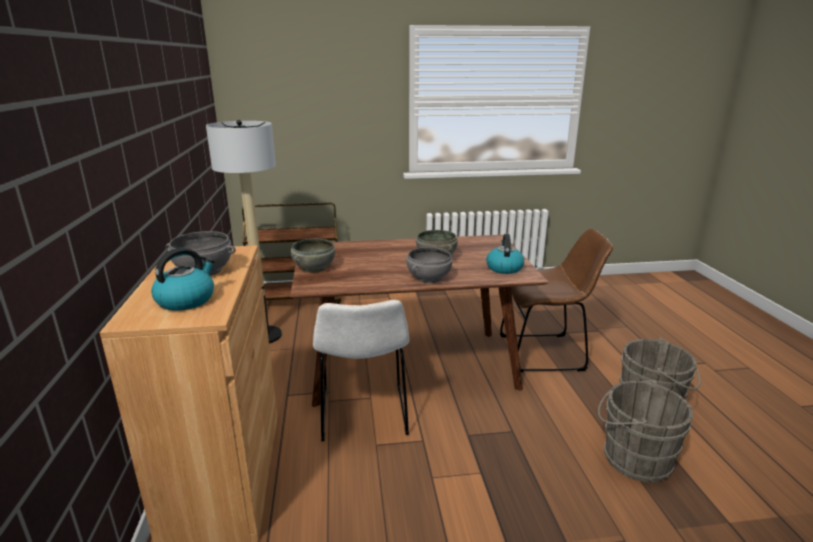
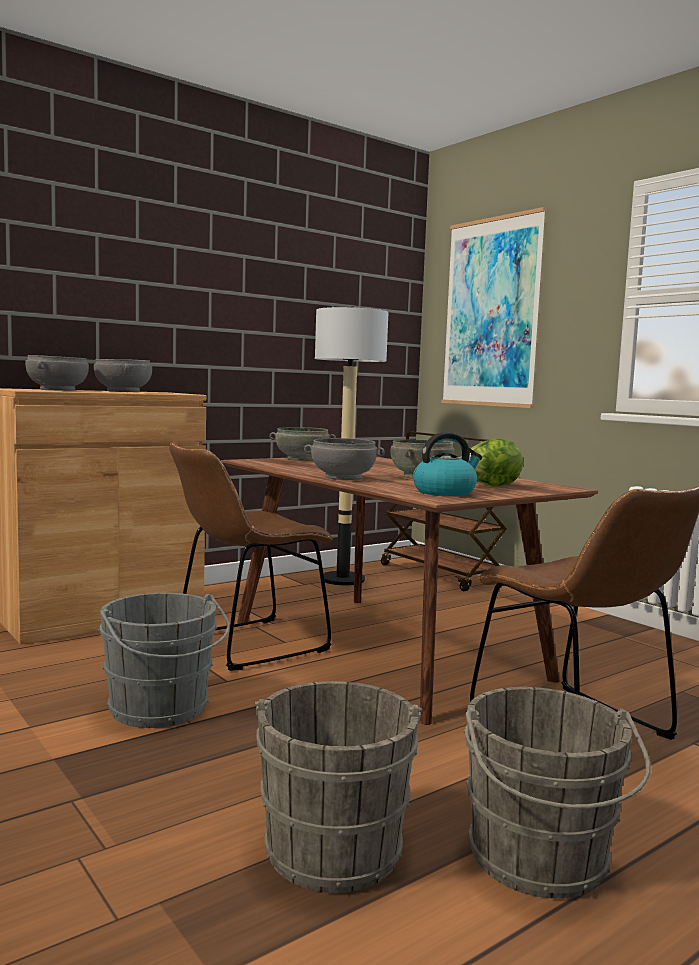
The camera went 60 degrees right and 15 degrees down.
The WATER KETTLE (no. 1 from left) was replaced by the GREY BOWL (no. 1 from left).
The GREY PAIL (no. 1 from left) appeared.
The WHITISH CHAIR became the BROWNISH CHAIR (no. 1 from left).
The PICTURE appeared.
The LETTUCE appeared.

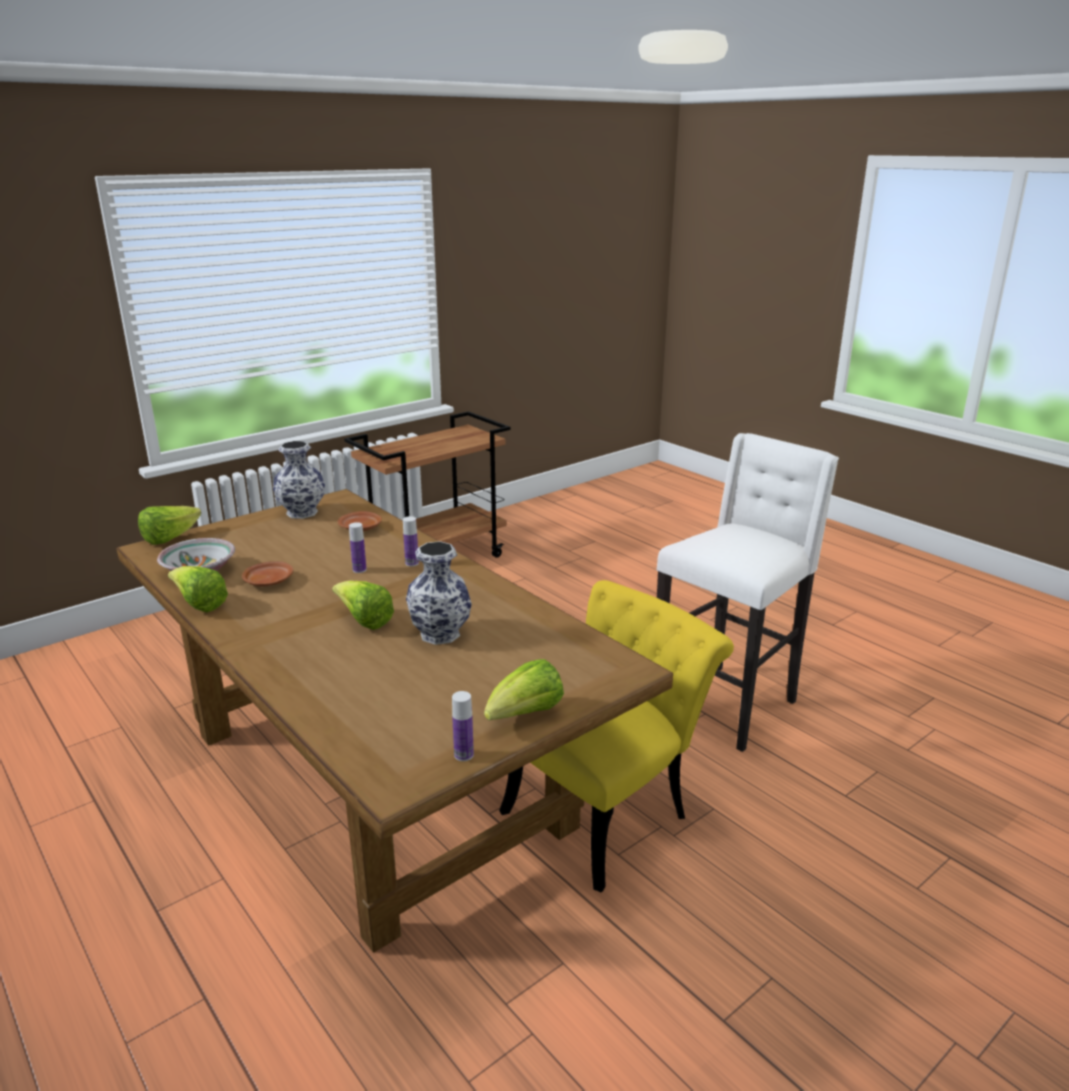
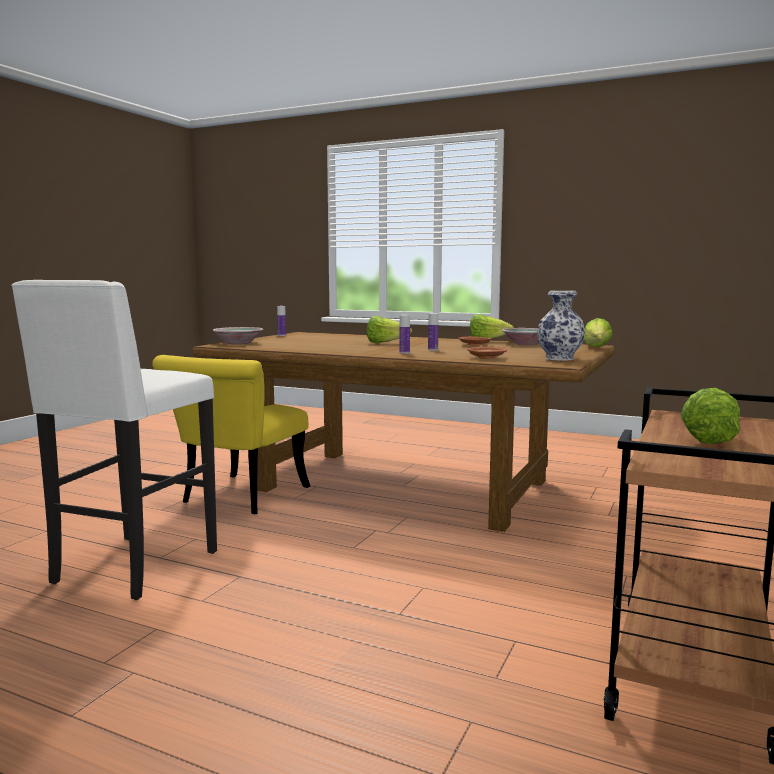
The camera went 155 degrees right and 15 degrees down.
The BOWL (no. 1 from left) appeared.
The LETTUCE (no. 4 from left) moved.
The FLOWER VASE (no. 2 from left) disappeared.

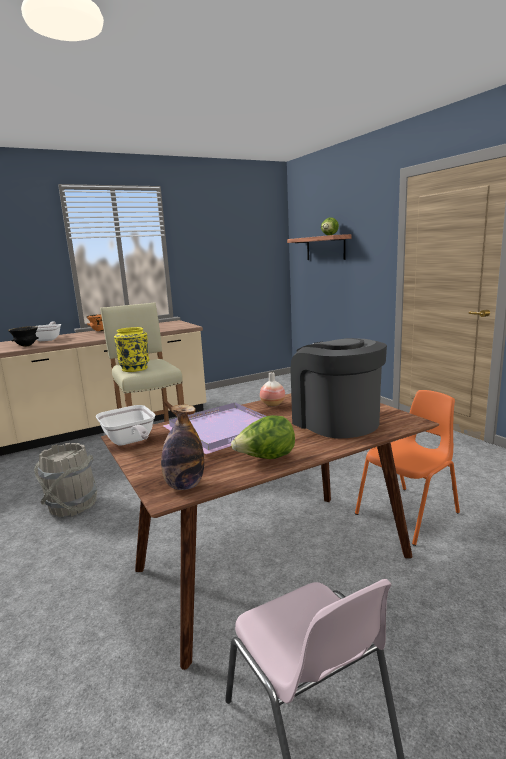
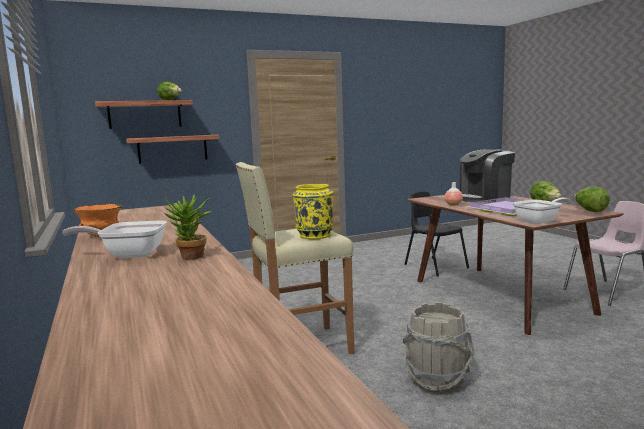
The camera went 85 degrees left and 5 degrees down.
The WALL SHELF (no. 2 from left) appeared.
The BLACK-COLOURED BOWL was replaced by the HOUSEPLANT.
The ORANGE CHAIR became the BLACK-COLOURED CHAIR.
The DRINK BOTTLE was replaced by the LETTUCE (no. 3 from left).

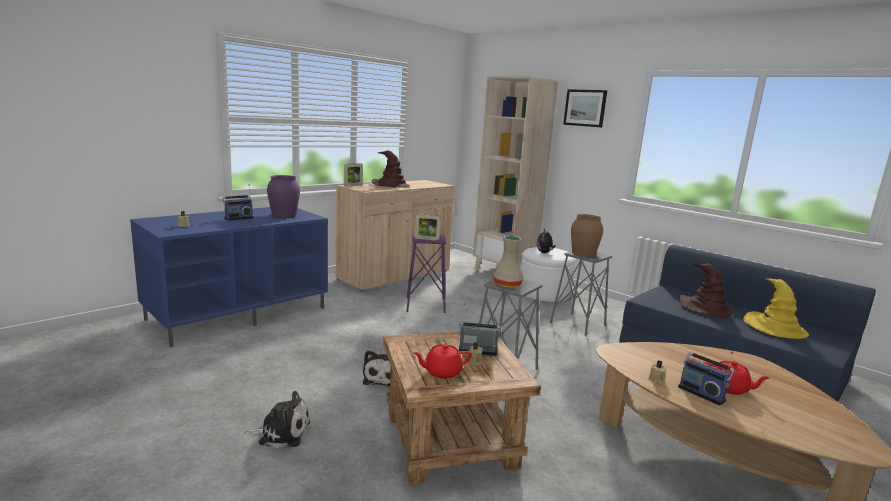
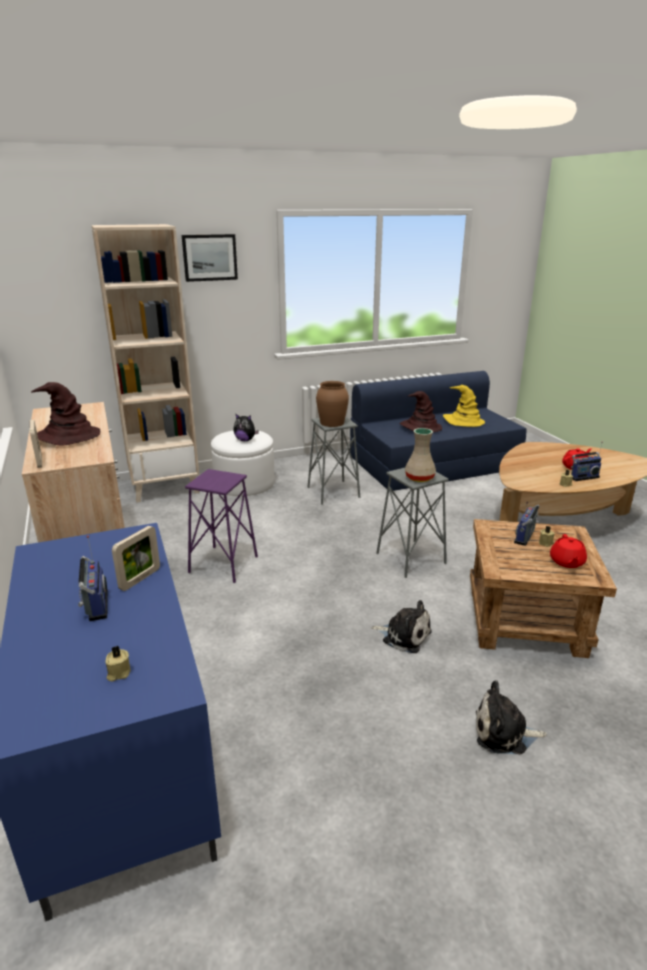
The camera went 65 degrees left and 10 degrees up.
The STANDING FRAME (no. 2 from left) moved.
The SOFT TOY (no. 1 from left in the first image) turned 105 degrees counterclockwise.
The PURPLE-COLOURED FLOWER VASE disappeared.

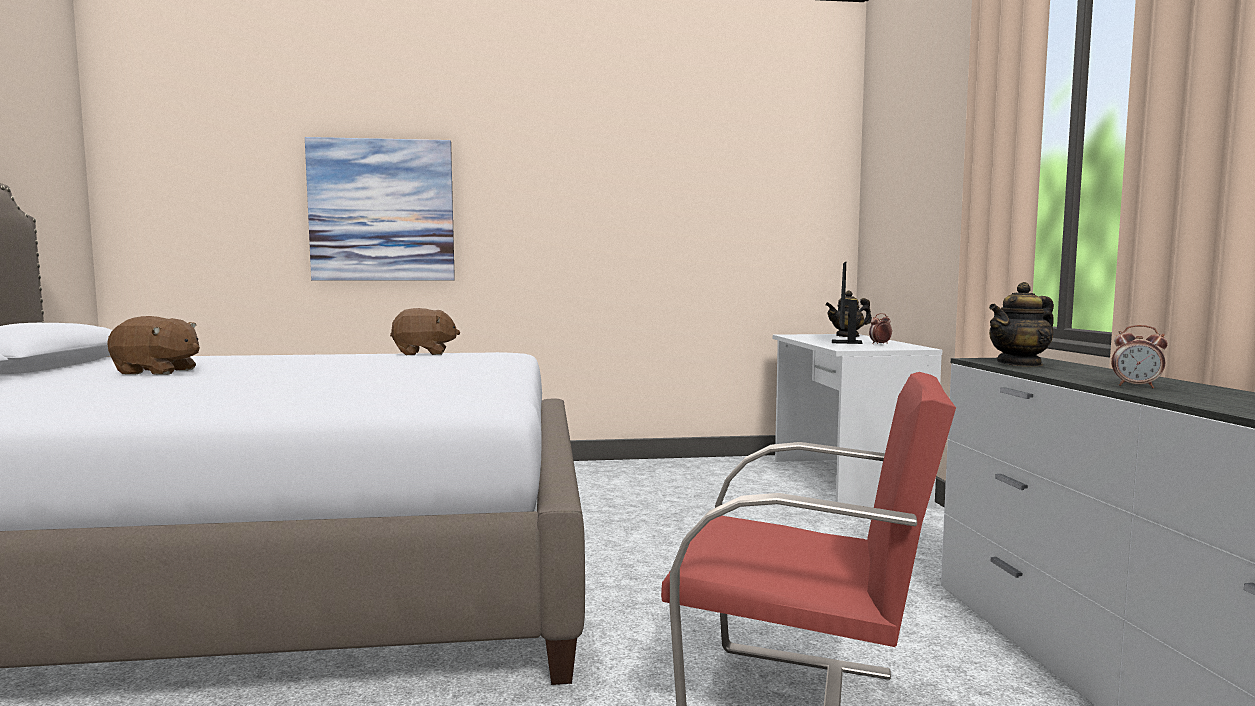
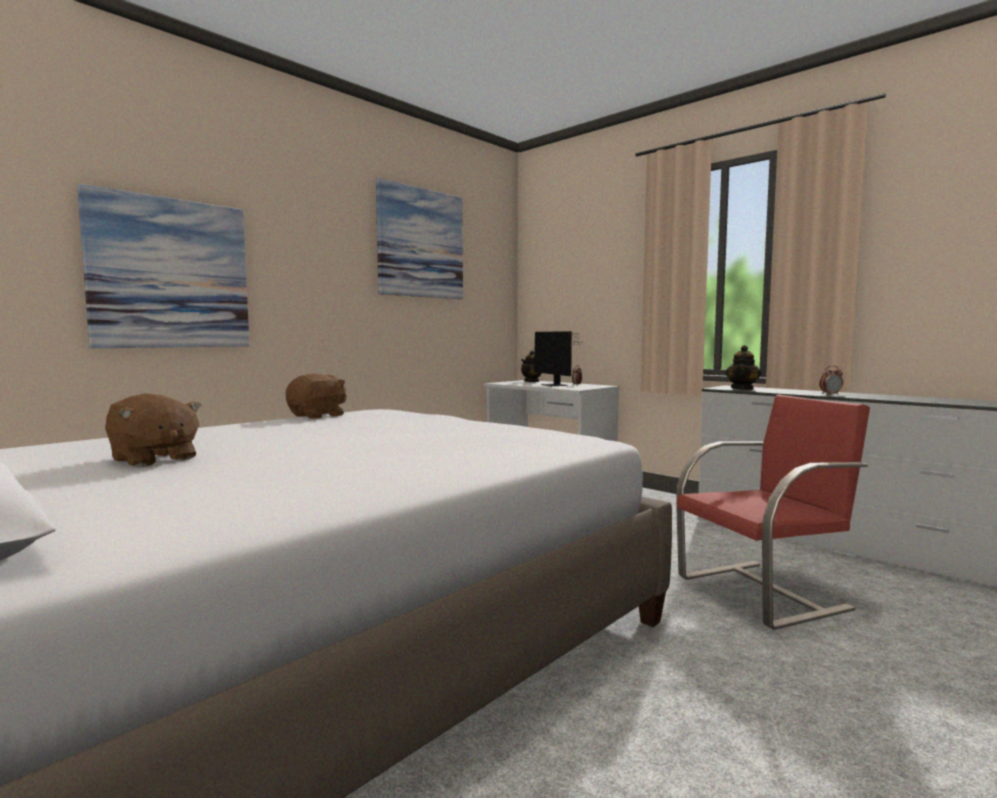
The camera went 40 degrees left and 0 degrees up.
The BROWNISH SOFT TOY (no. 1 from left) turned 75 degrees clockwise.
The PICTURE (no. 2 from left) appeared.

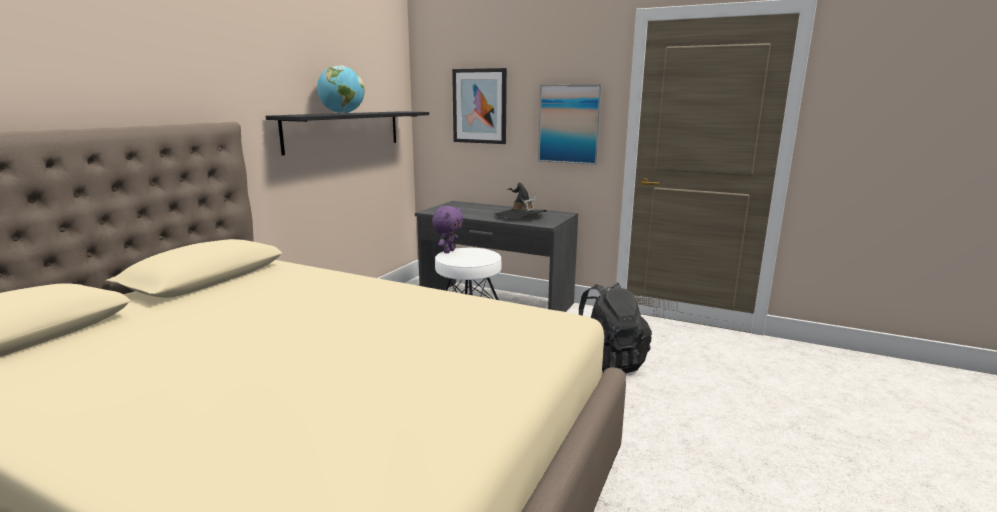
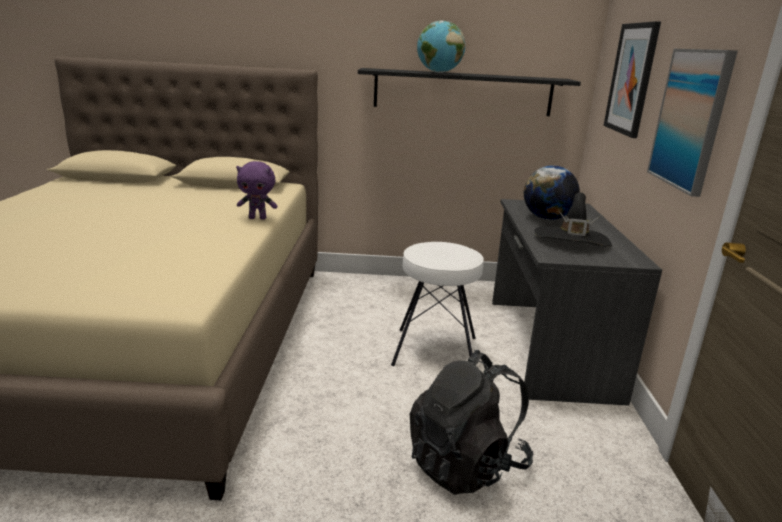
The camera went 65 degrees right and 5 degrees up.
The PURPLE-COLOURED SOFT TOY moved.
The GLOBE (no. 2 from left) appeared.

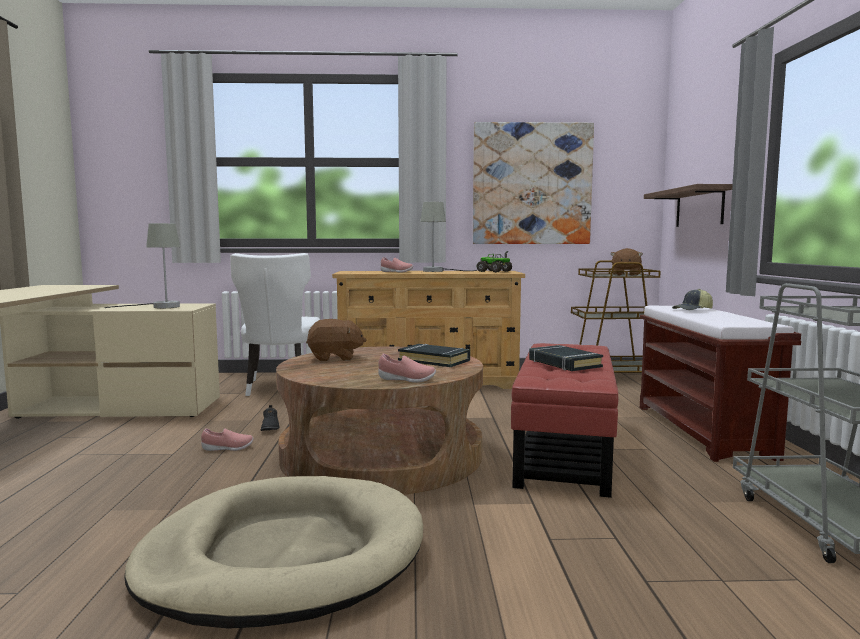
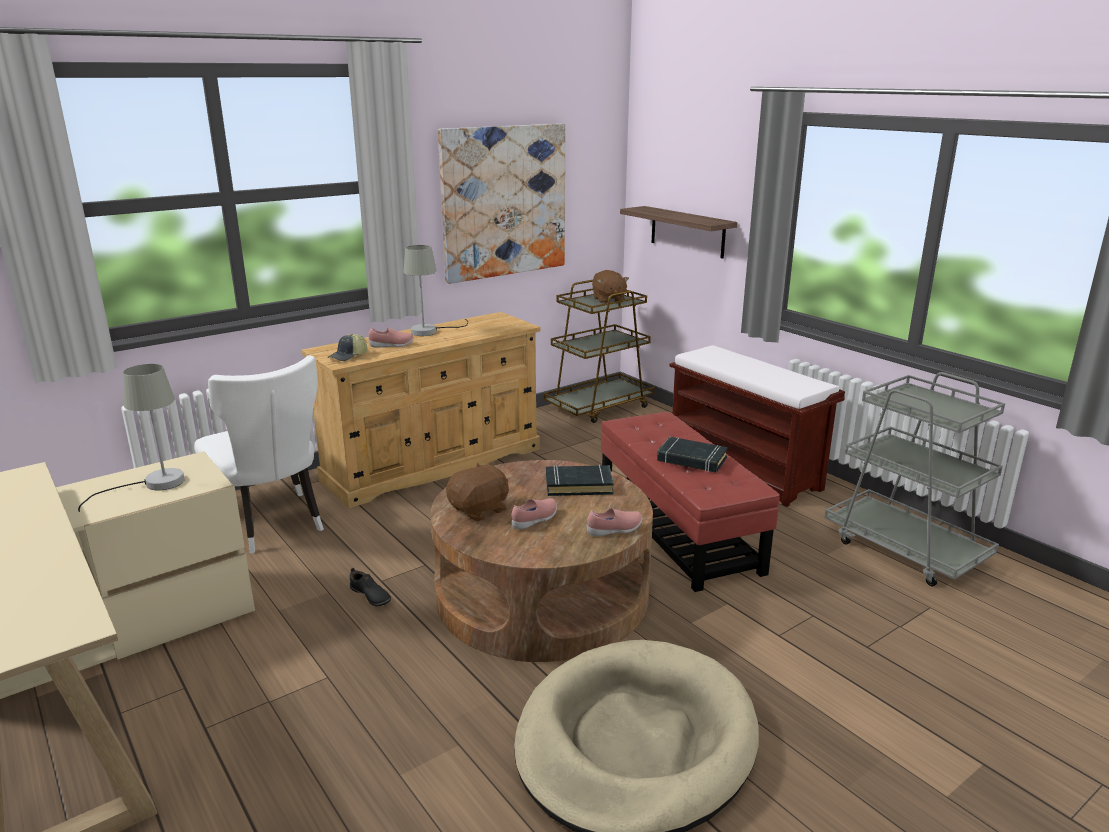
The camera went 35 degrees left and 15 degrees up.
The CAP moved.
The PINK LOW SHOE (no. 1 from left in the first image) moved.
The MODEL TRUCK disappeared.

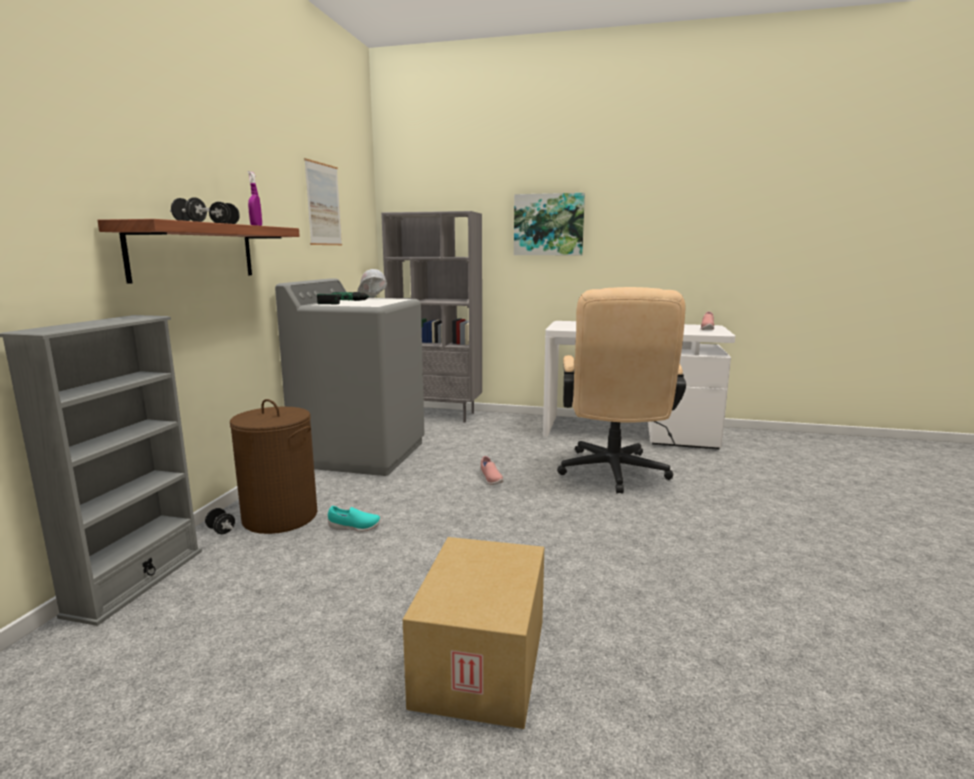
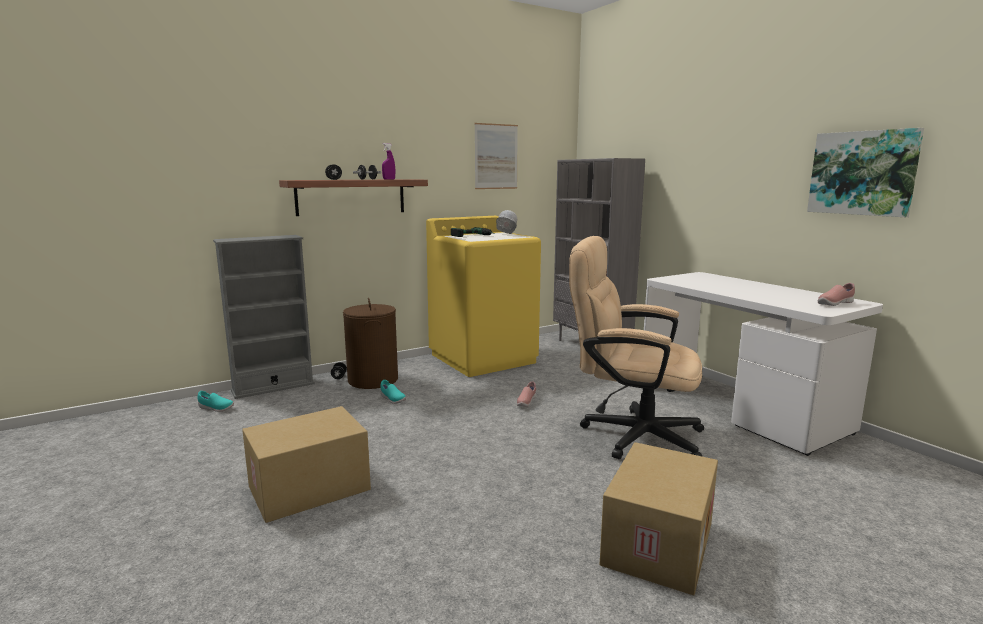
The camera went 45 degrees right and 0 degrees up.
The TURQUOISE LOW SHOE (no. 1 from left) appeared.
The GREY WASHING MACHINE became the YELLOWISH WASHING MACHINE.
The BEIGE OFFICE CHAIR turned 60 degrees clockwise.
The CARTON (no. 2 from left) appeared.
The PICTURE (no. 2 from left) moved.

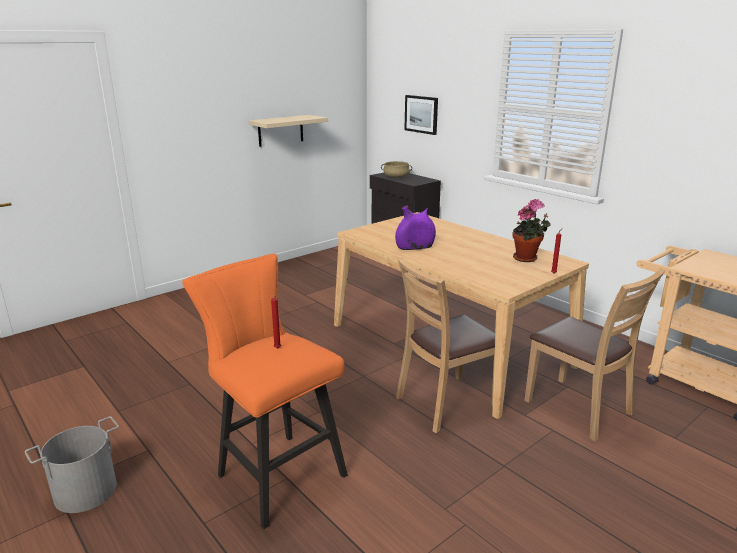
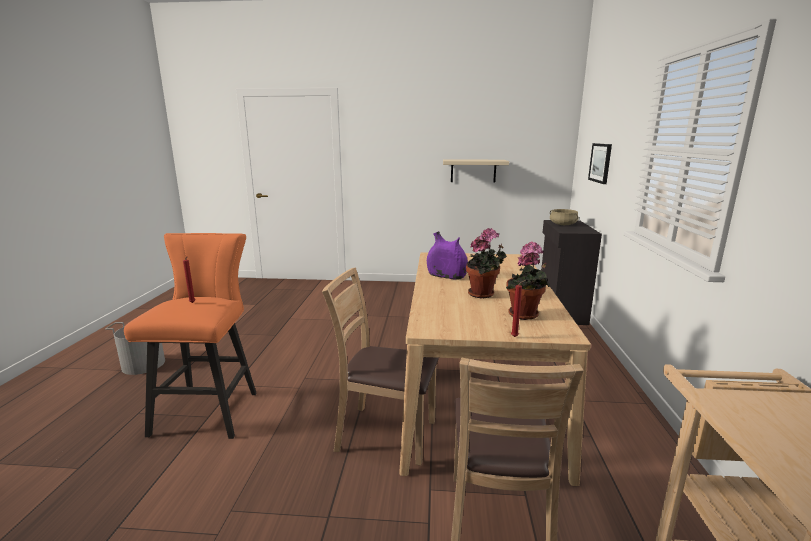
The camera went 45 degrees right and 5 degrees down.
The HOUSEPLANT (no. 1 from left) appeared.

